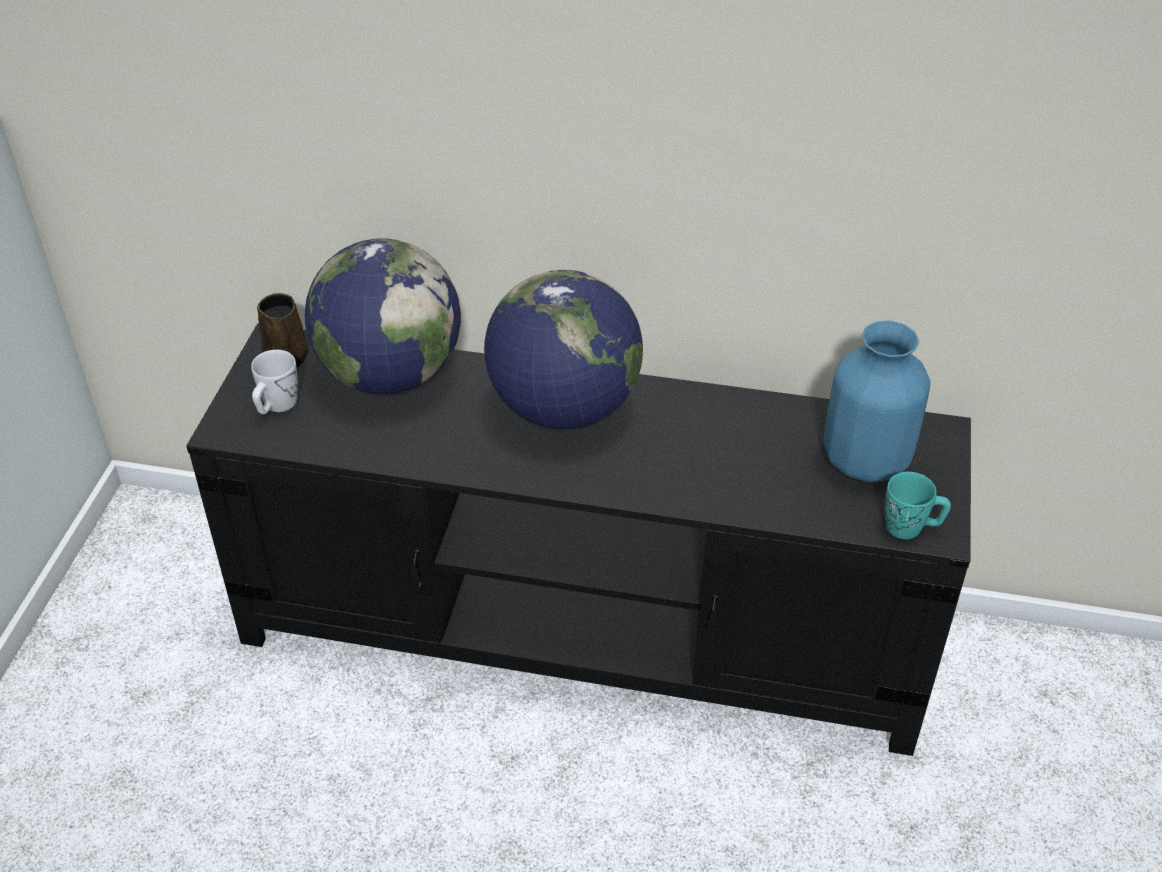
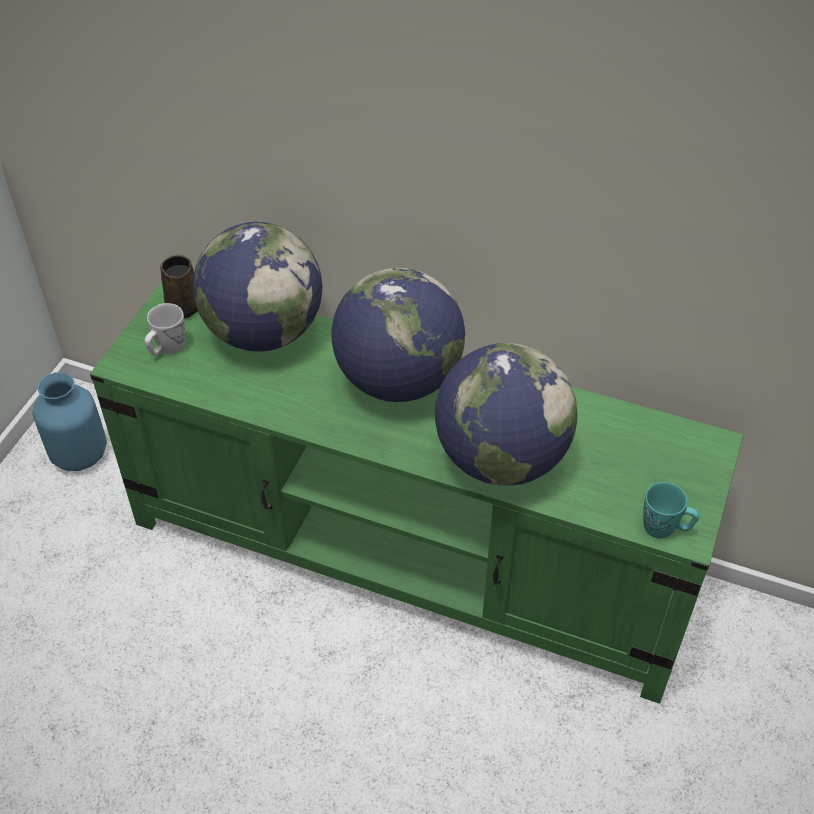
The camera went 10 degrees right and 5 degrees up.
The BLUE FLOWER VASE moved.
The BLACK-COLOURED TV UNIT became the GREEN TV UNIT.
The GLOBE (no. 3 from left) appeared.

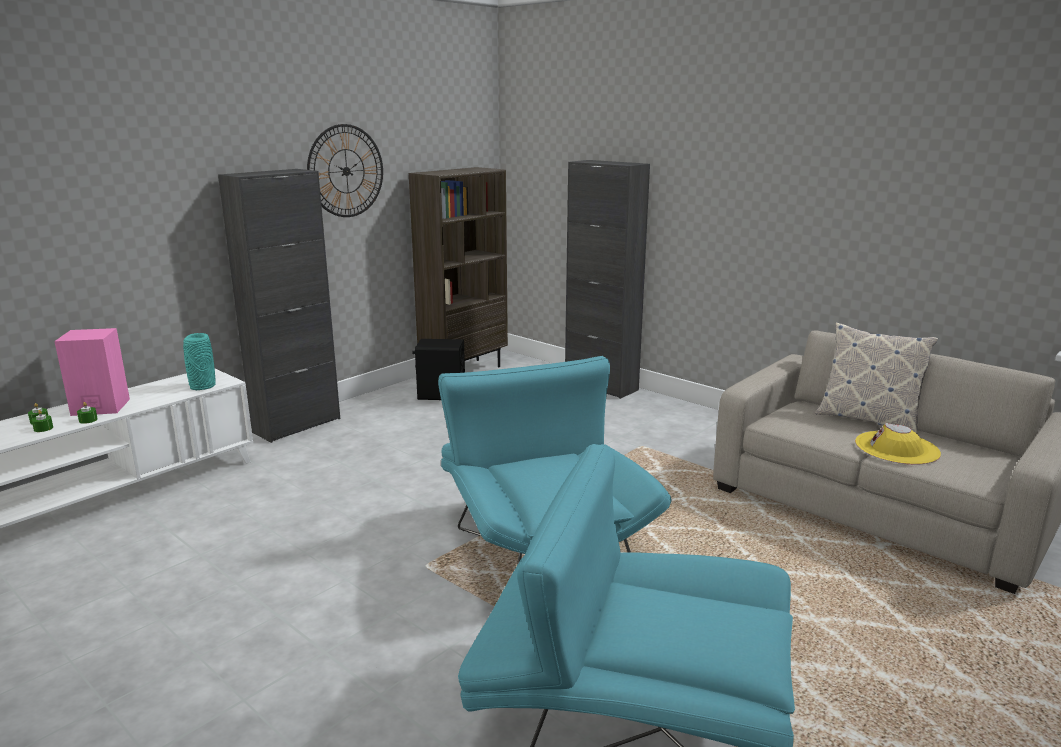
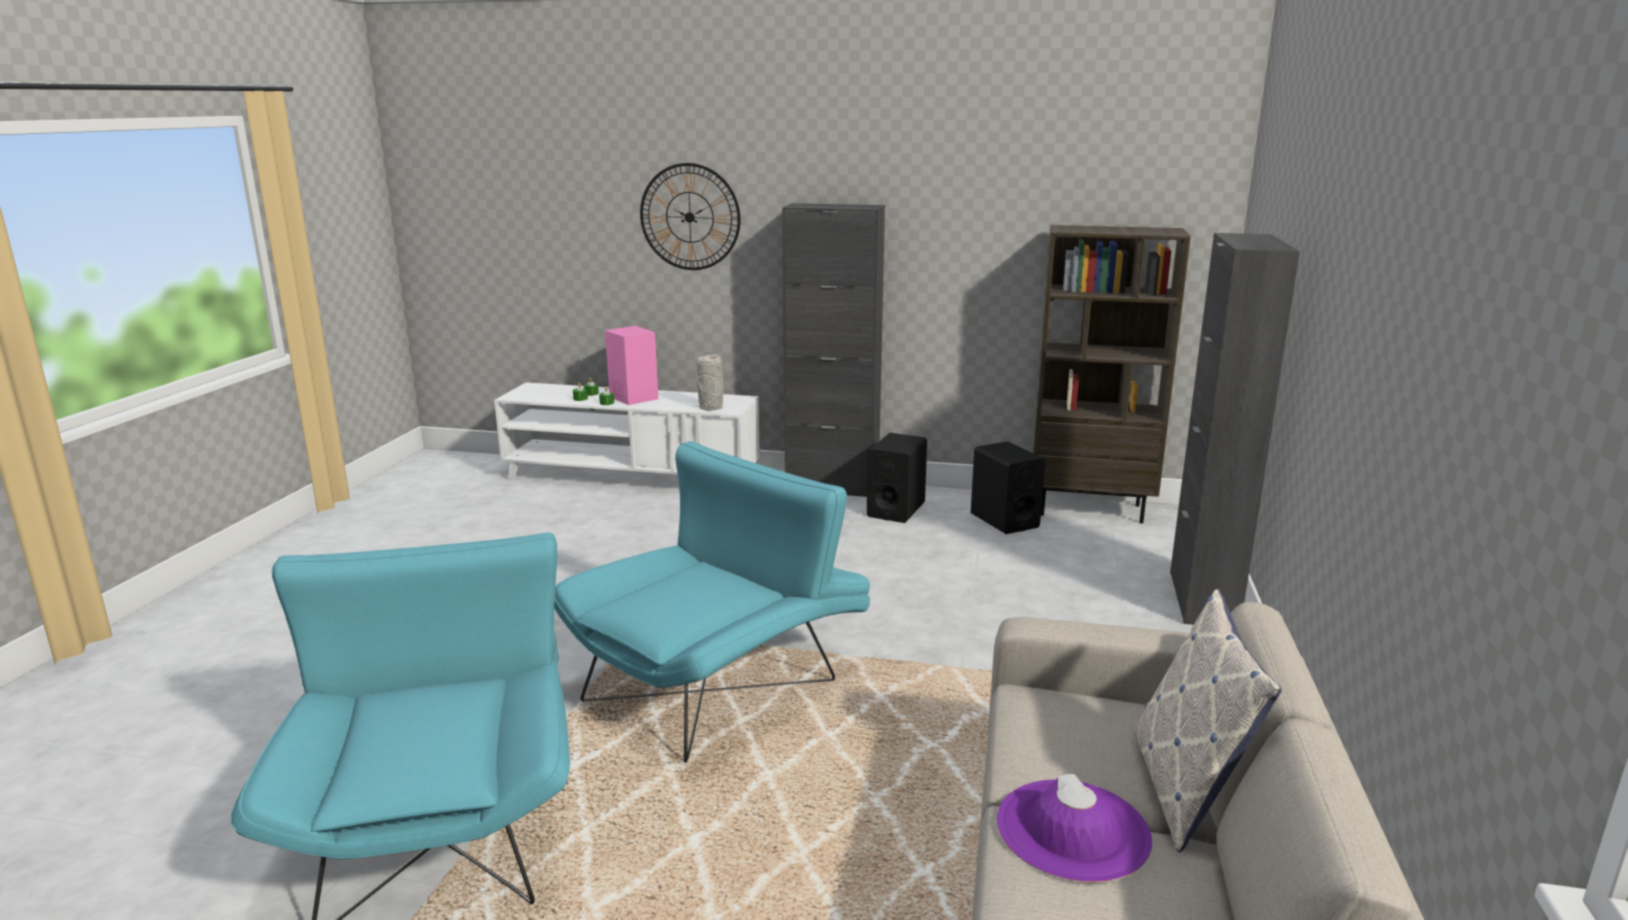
The camera went 60 degrees right and 0 degrees up.
The CLOCK ON THE WALL moved.
The TURQUOISE FLOWER VASE became the GREY FLOWER VASE.
The BLACK-COLOURED LOUDSPEAKER (no. 1 from left) appeared.
The YELLOWISH CLOTHING HAT became the PURPLE-COLOURED CLOTHING HAT.

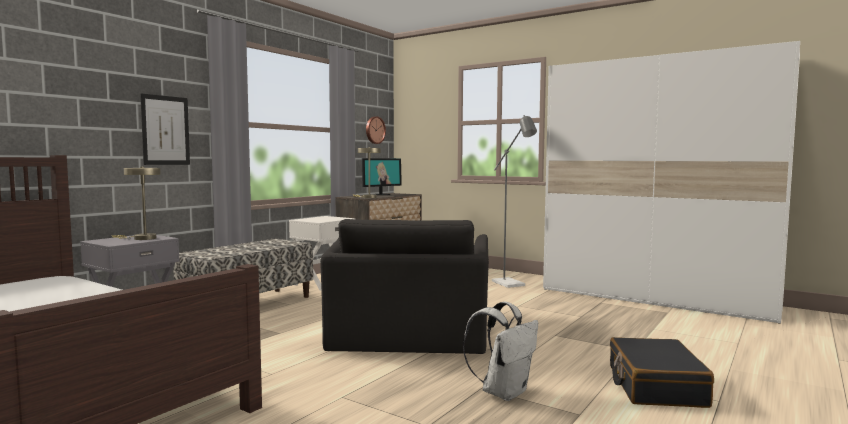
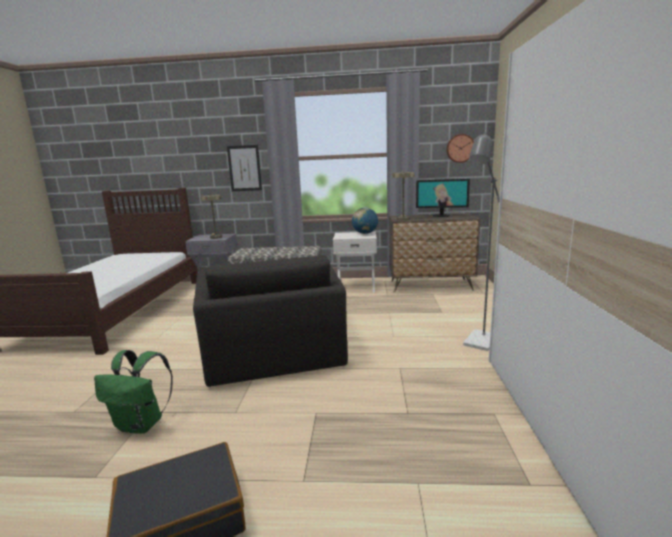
The camera went 60 degrees right and 10 degrees up.
The WHITISH KNAPSACK became the GREEN KNAPSACK.
The BLACK-COLOURED ARMCHAIR turned 75 degrees counterclockwise.
The GLOBE appeared.

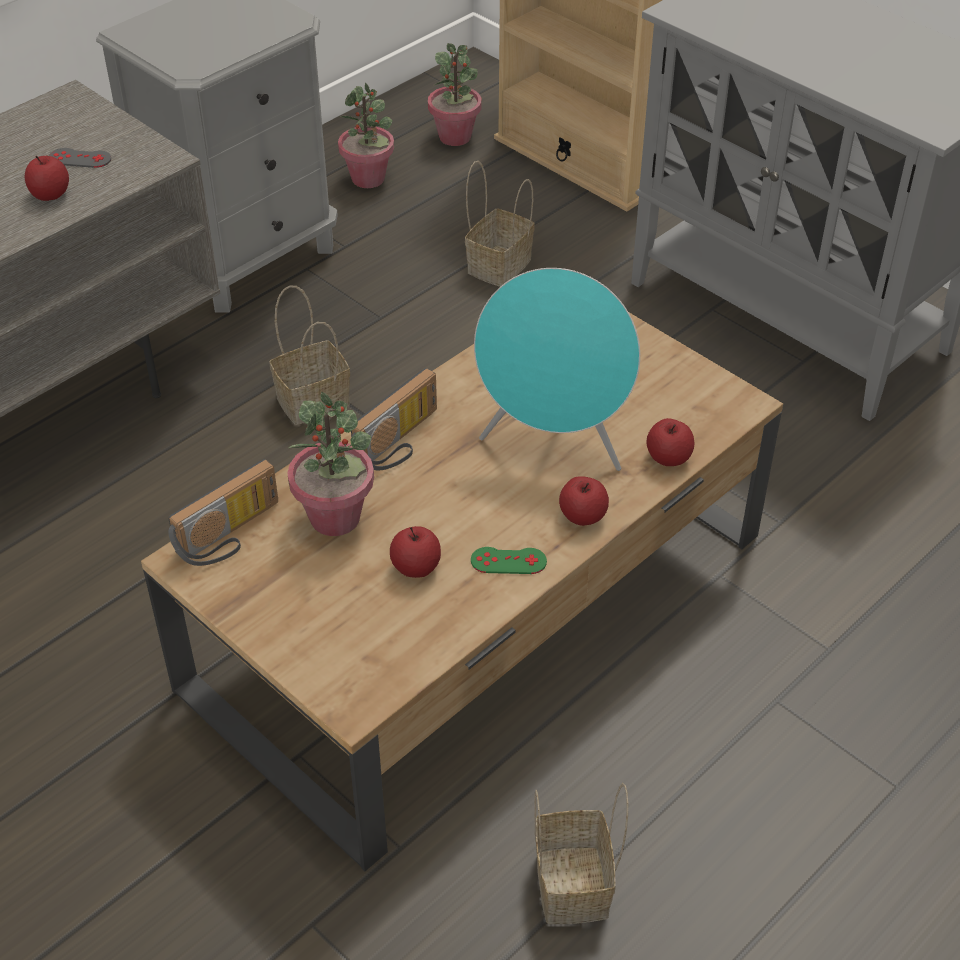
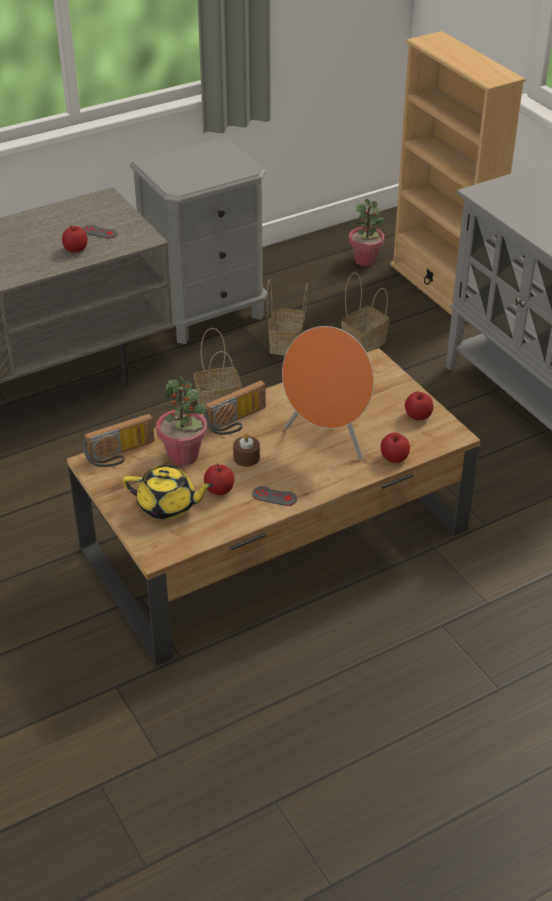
The camera went 15 degrees right and 5 degrees down.
The YELLOWISH TEA POT appeared.
The BROWNISH WAX LIGHT appeared.
The GREEN GAME CONTROLLER became the GREY GAME CONTROLLER (no. 2 from left).
The STORAGE BASKET (no. 3 from left in the first image) moved.
The TURQUOISE LOUDSPEAKER became the ORANGE LOUDSPEAKER.
The APPLE (no. 3 from left in the first image) moved.
The HOUSEPLANT (no. 2 from left) disappeared.

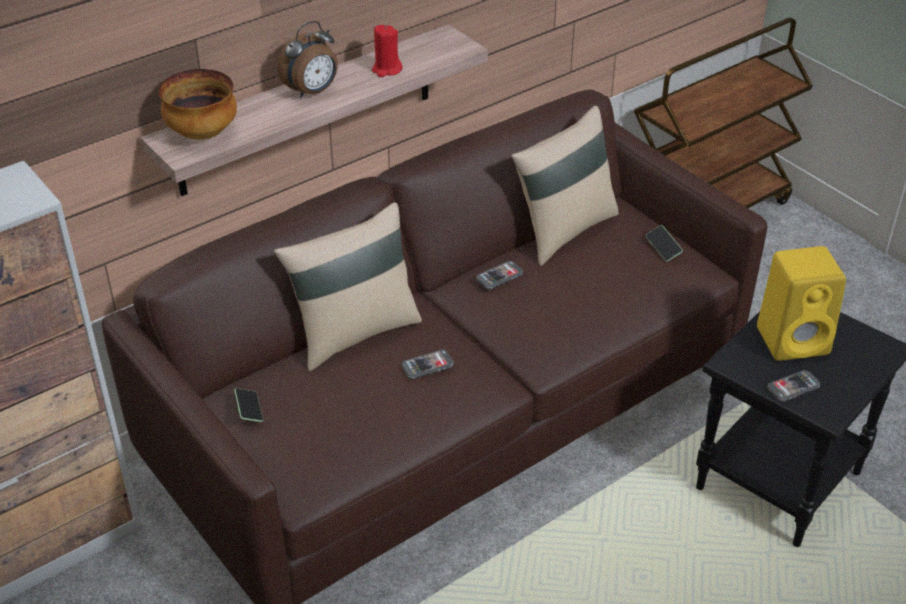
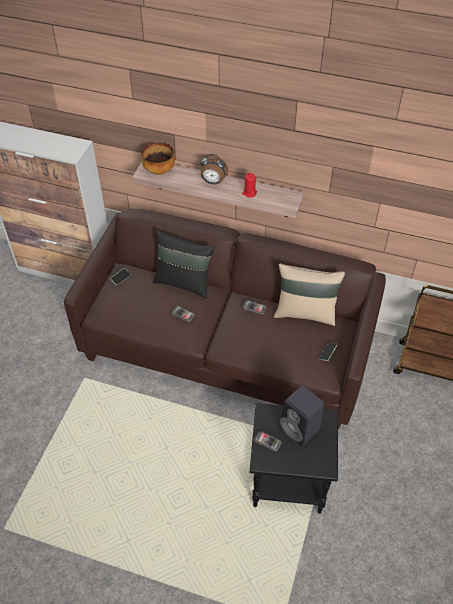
The camera went 55 degrees right and 10 degrees up.
The BEIGE CUSHION (no. 1 from left) became the BLACK-COLOURED CUSHION.
The YELLOWISH LOUDSPEAKER became the BLACK-COLOURED LOUDSPEAKER.

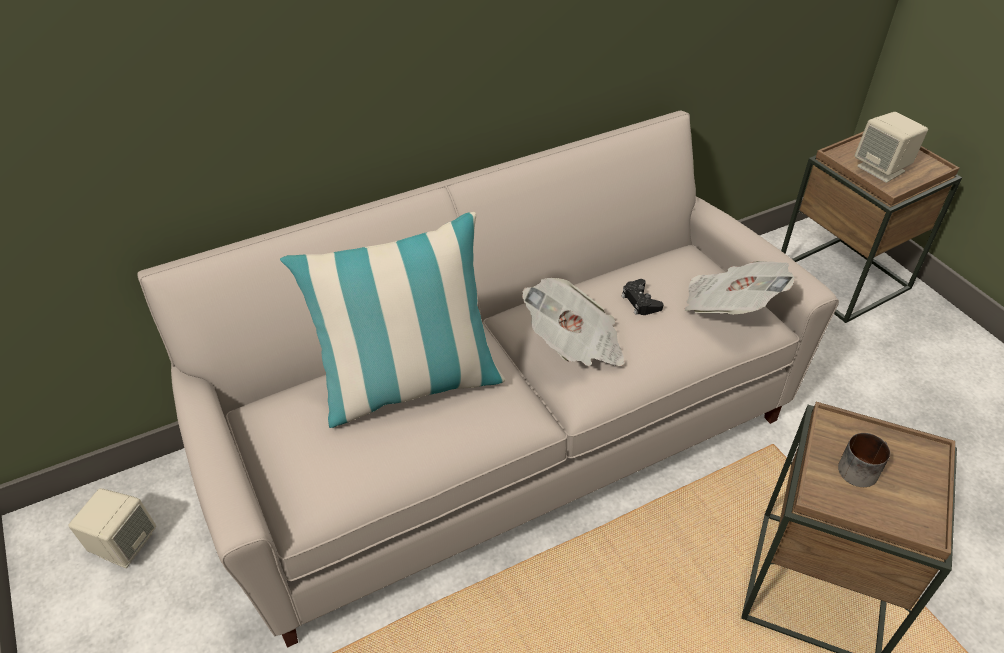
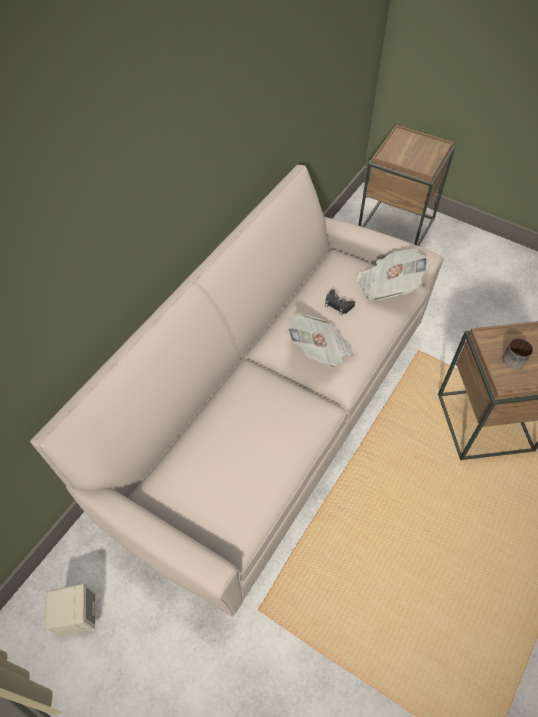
The camera went 30 degrees left and 10 degrees up.
The CUSHION disappeared.
The BEIGE LOUDSPEAKER (no. 2 from left) disappeared.

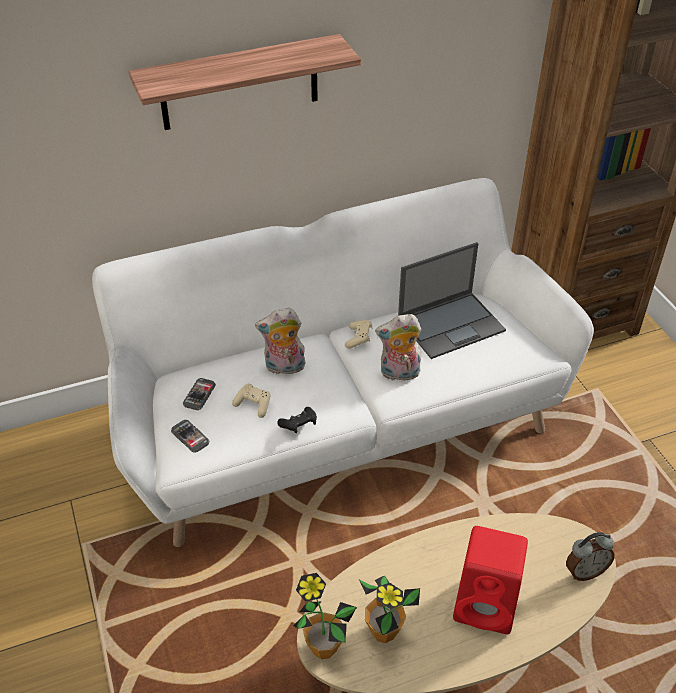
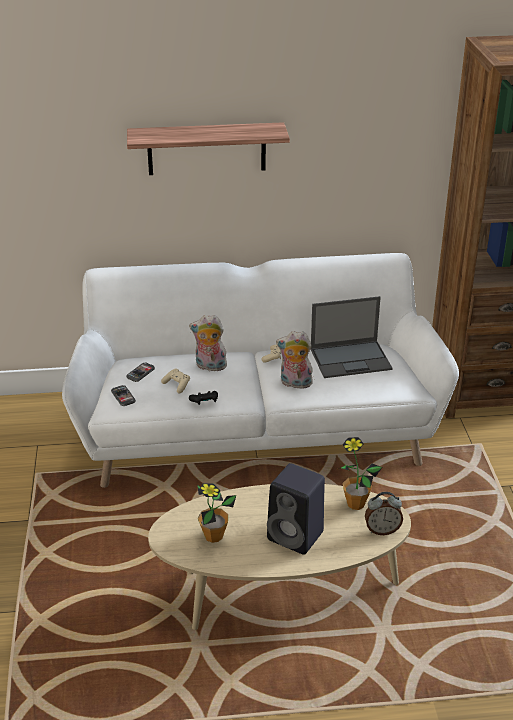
The camera went 15 degrees right and 10 degrees down.
The RED LOUDSPEAKER became the BLACK-COLOURED LOUDSPEAKER.
The HOUSEPLANT (no. 1 from left in the first image) moved.

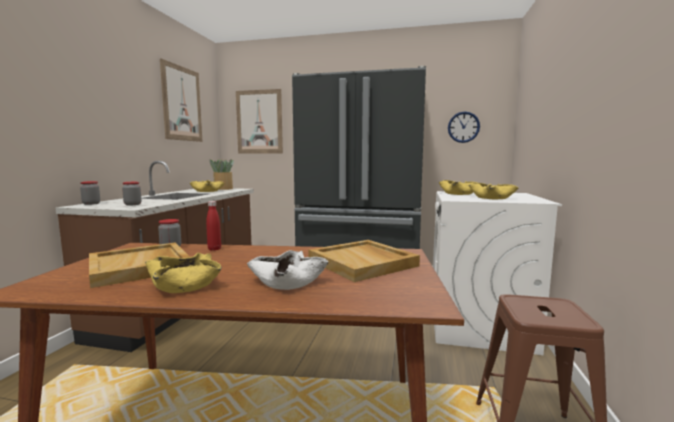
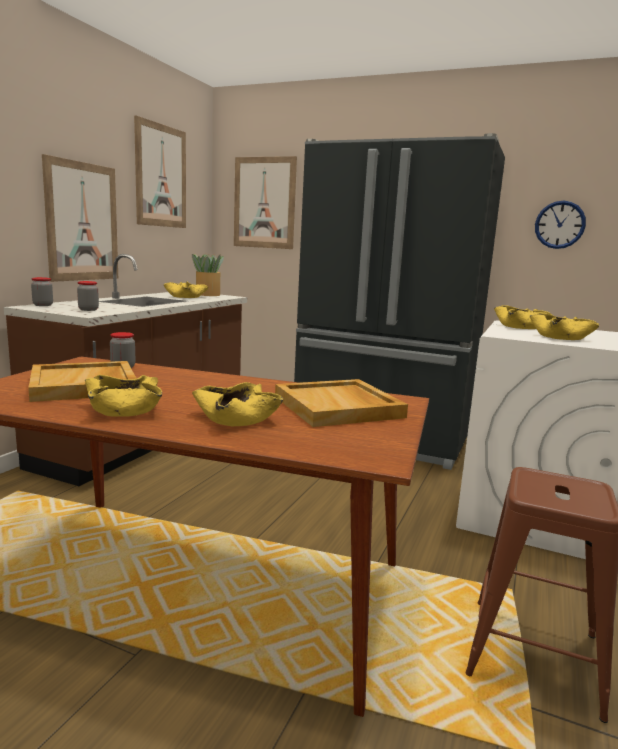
The camera went 10 degrees right and 5 degrees up.
The PICTURE (no. 1 from left) appeared.
The WHITISH BOWL became the YELLOWISH BOWL (no. 3 from left).
The RED DRINK BOTTLE disappeared.

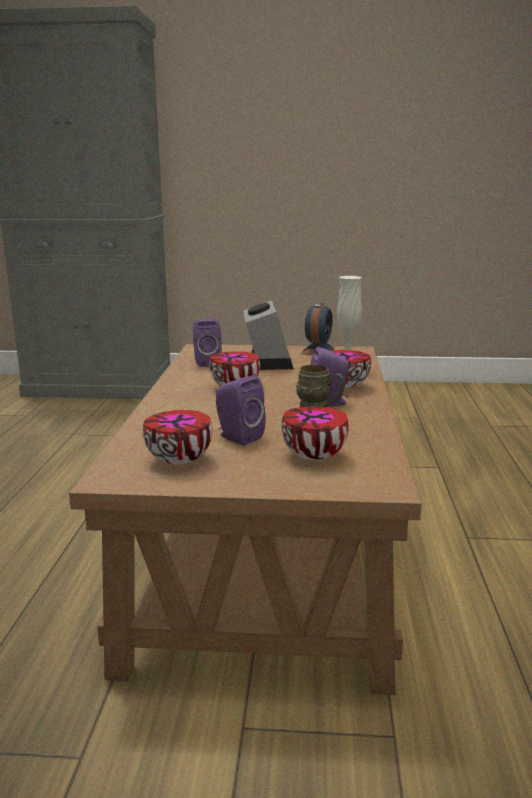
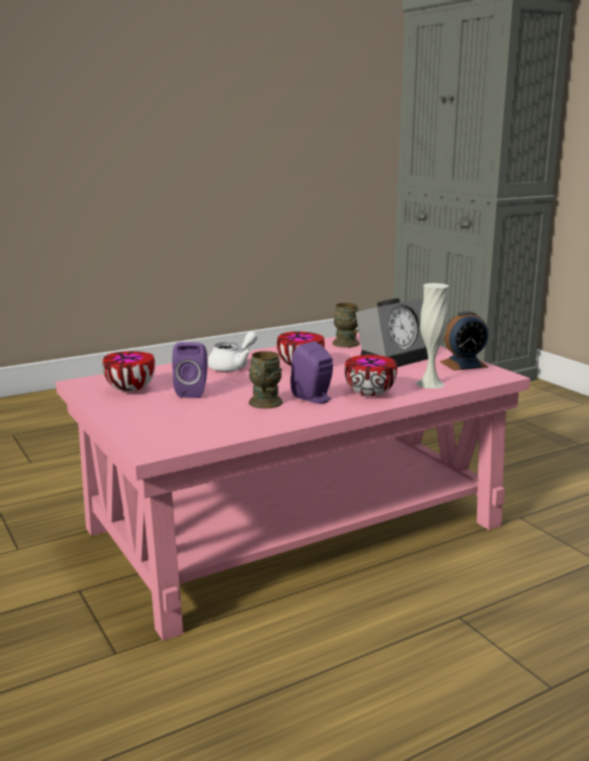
The camera went 55 degrees right and 0 degrees up.
The BROWNISH LOUNGE TABLE became the PINK LOUNGE TABLE.
The WHITISH TEA POT appeared.
The PURPLE-COLOURED LOUDSPEAKER (no. 1 from left) was replaced by the BROWNISH MUG (no. 2 from left).
The BOWL (no. 3 from left) disappeared.

